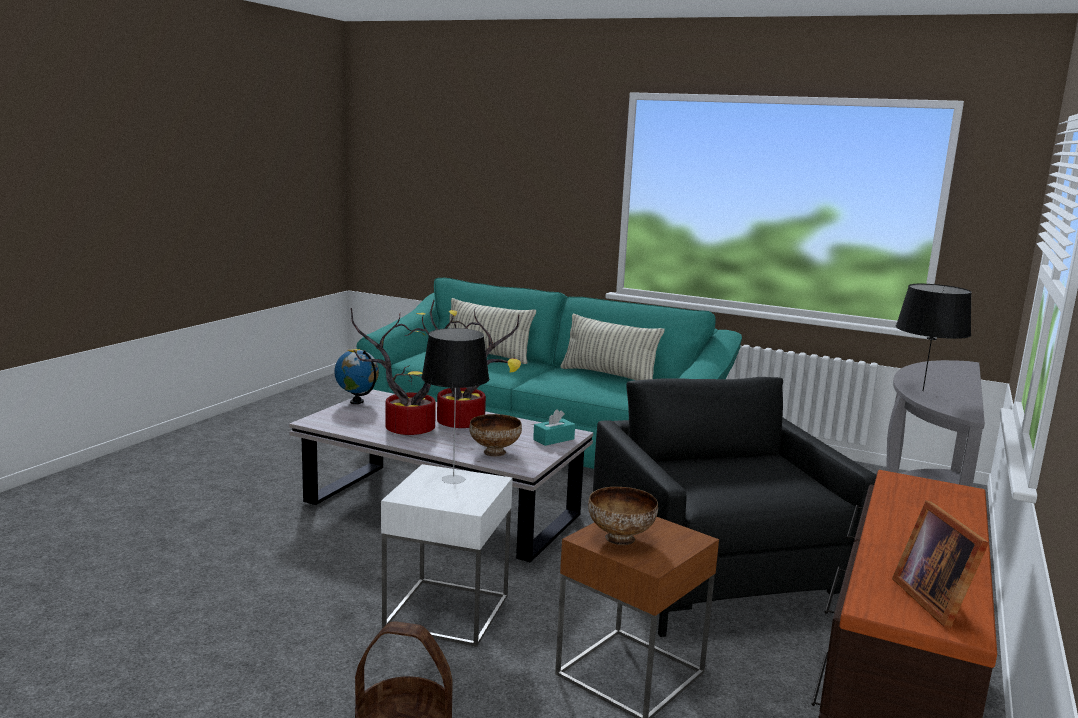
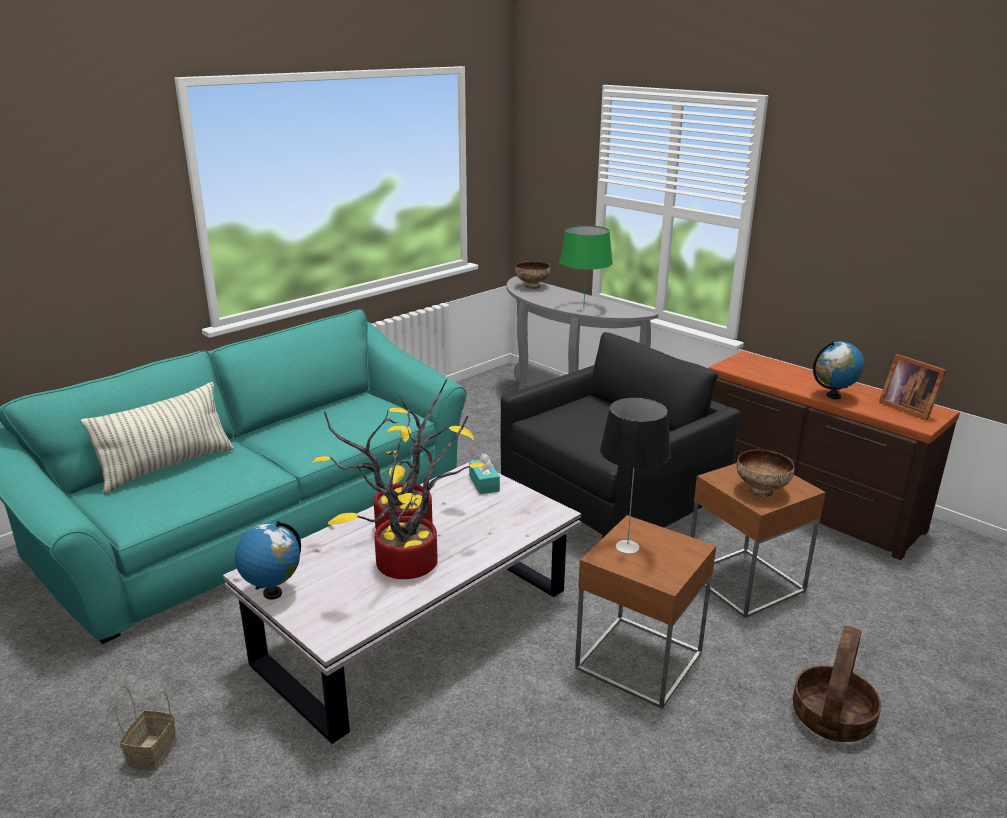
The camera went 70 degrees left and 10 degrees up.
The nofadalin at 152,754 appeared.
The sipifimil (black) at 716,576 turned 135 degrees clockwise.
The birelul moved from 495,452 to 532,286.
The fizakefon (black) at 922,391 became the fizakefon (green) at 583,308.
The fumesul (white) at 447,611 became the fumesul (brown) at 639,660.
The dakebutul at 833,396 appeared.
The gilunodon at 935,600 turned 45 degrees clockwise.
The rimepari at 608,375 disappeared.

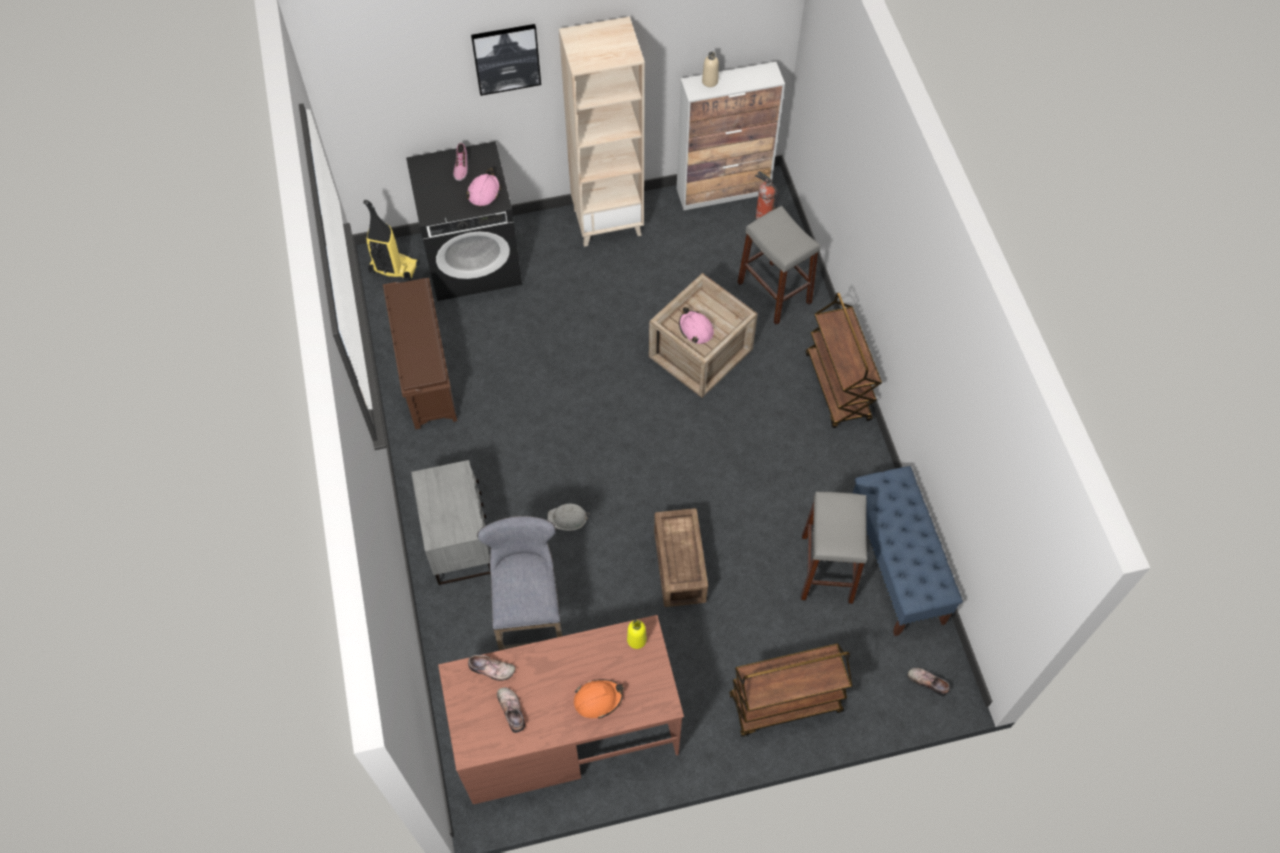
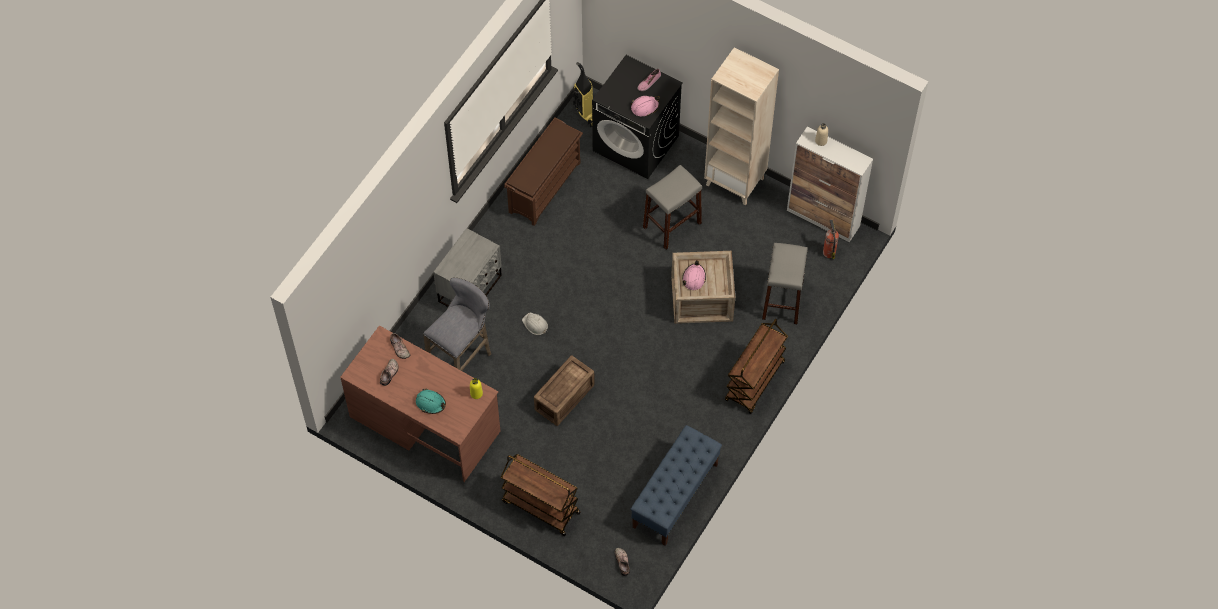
The camera went 45 degrees right and 0 degrees up.
The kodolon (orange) at 598,699 became the kodolon (turquoise) at 430,403.
The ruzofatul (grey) moved from 827,568 to 672,225.
The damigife at 506,58 disappeared.

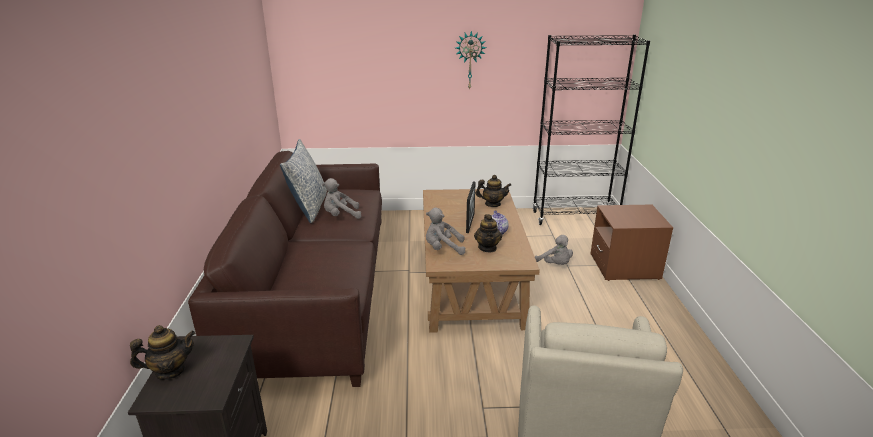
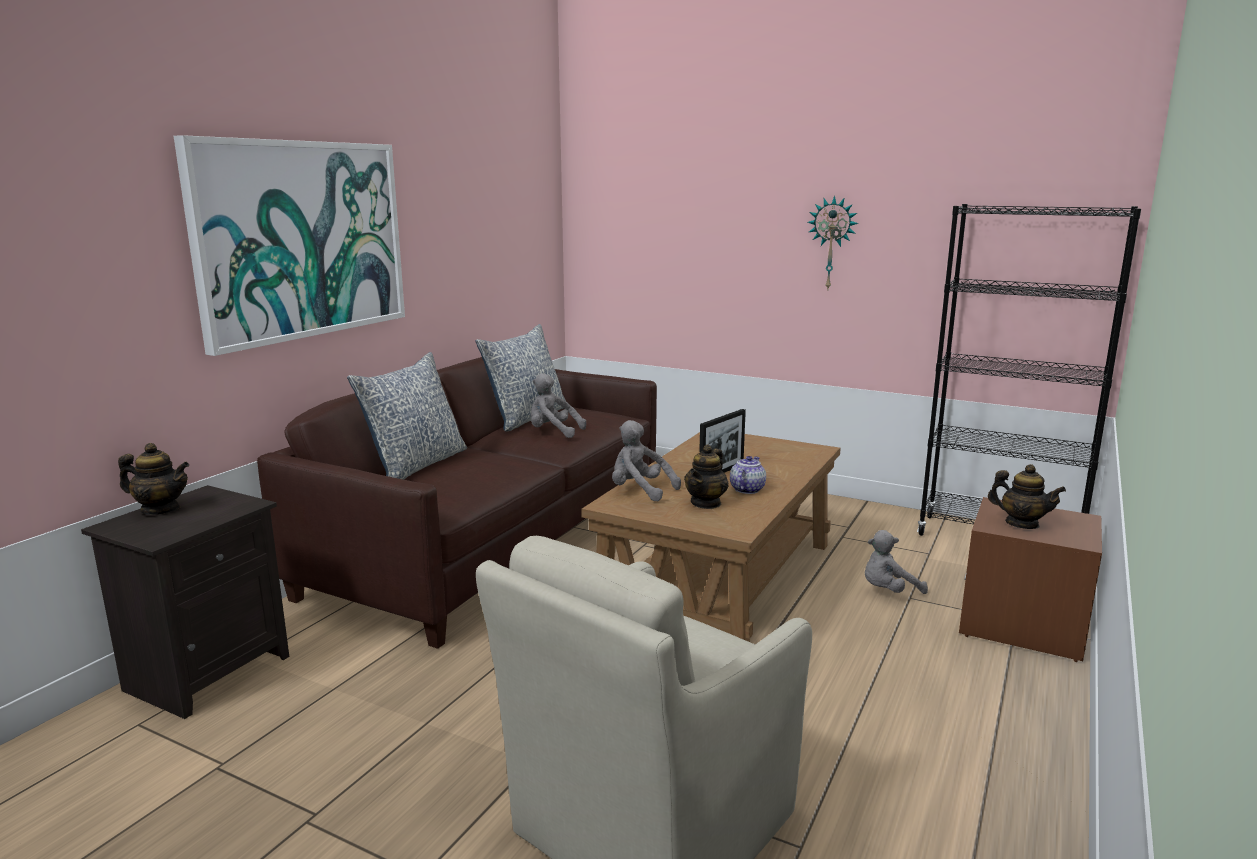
The camera went 30 degrees right and 10 degrees down.
The damigife at 302,240 appeared.
The rimepari at 416,465 appeared.
The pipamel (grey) at 555,264 turned 75 degrees clockwise.
The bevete moved from 492,204 to 1021,524.

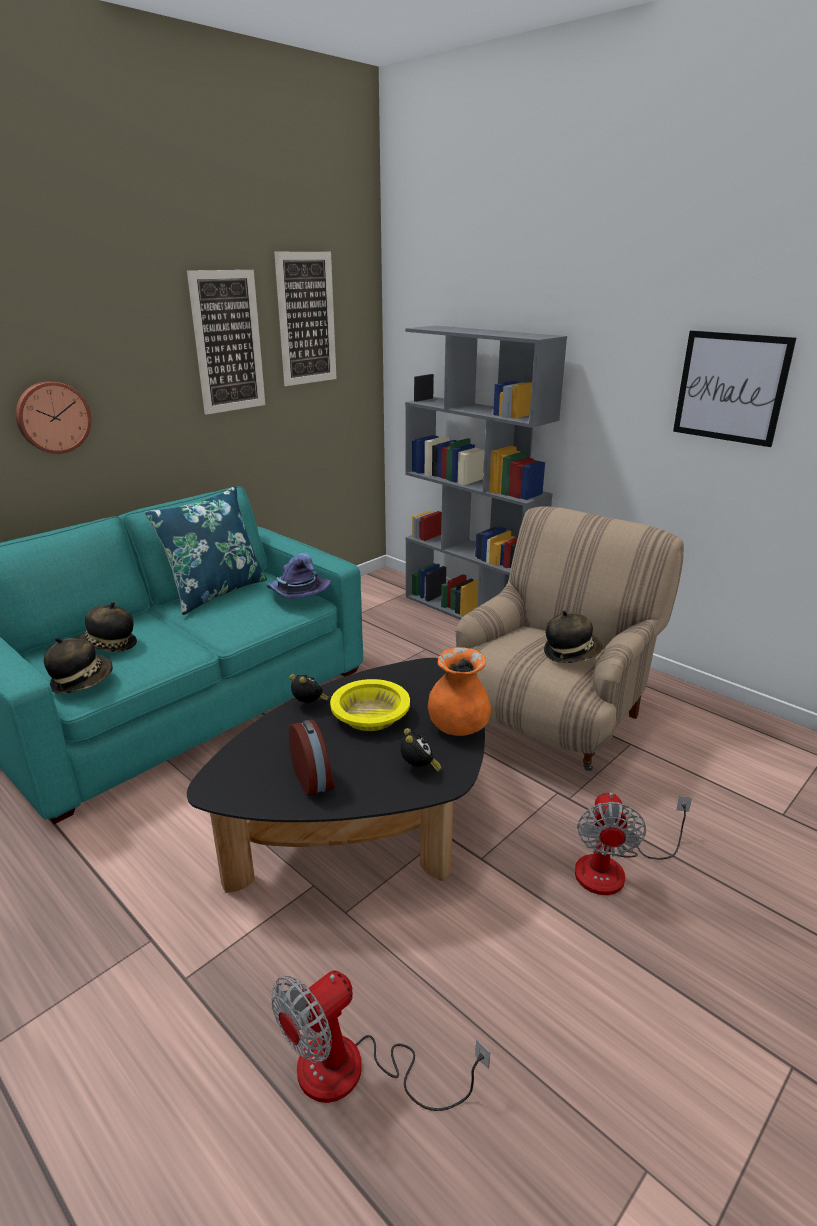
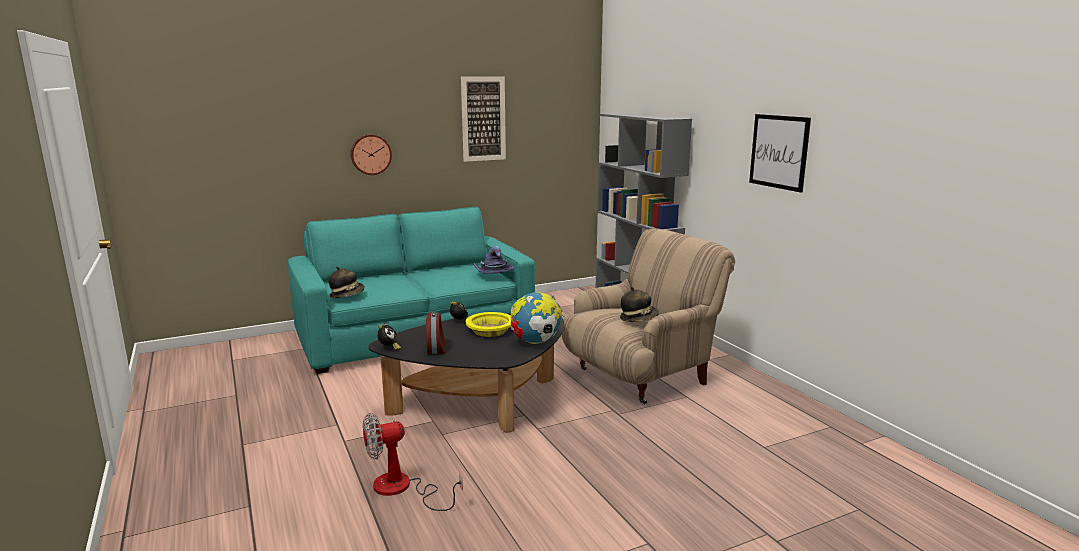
The camera went 20 degrees right and 10 degrees down.
The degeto moved from 419,768 to 389,348.
The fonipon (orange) at 458,728 was replaced by the dakebutul at 536,342.
The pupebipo at 108,647 disappeared.
The rimepari (blue) at 215,592 disappeared.
The damigife at 306,319 disappeared.
The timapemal at 614,868 disappeared.

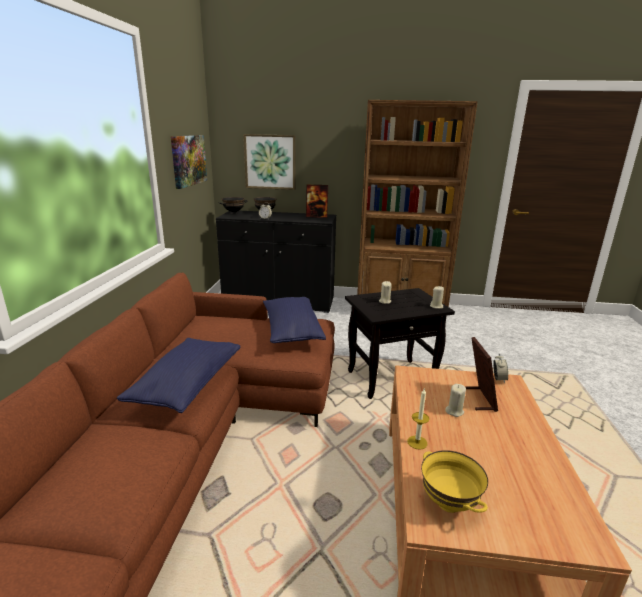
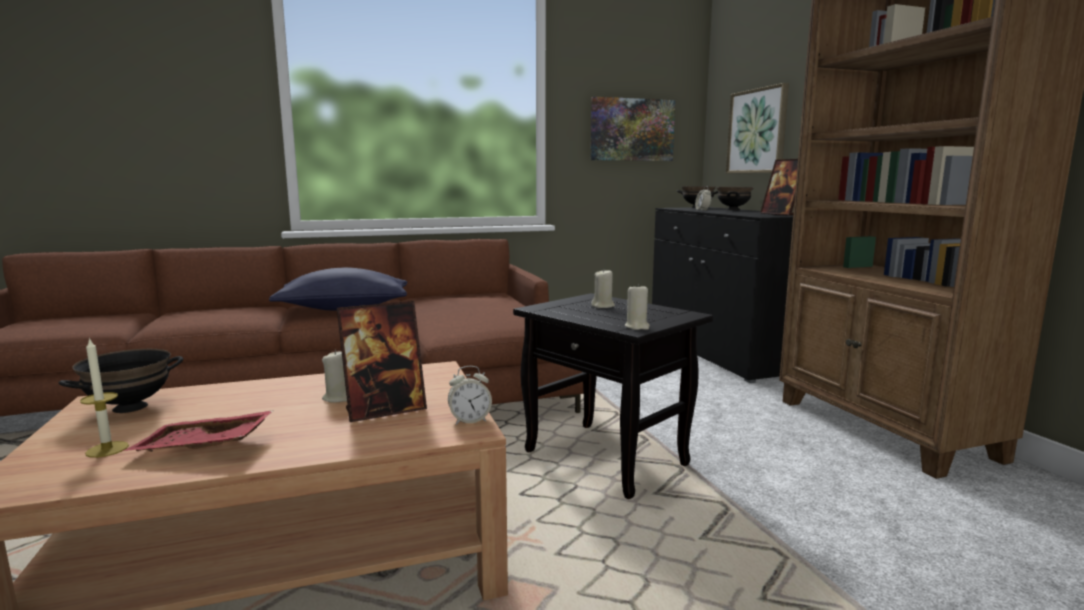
The camera went 65 degrees right and 10 degrees down.
The birelul (yellow) at 449,503 became the birelul (black) at 130,408.
The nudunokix moved from 417,442 to 107,449.
The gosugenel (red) at 203,447 appeared.
The rimepari (blue) at 291,331 disappeared.

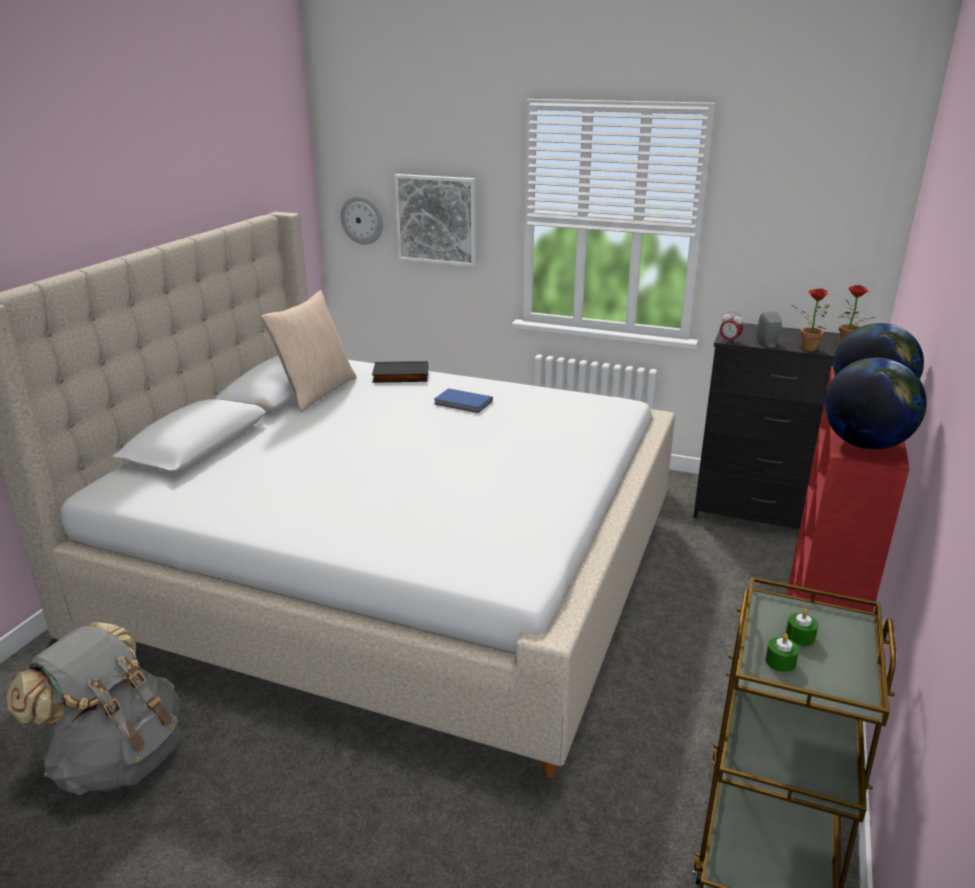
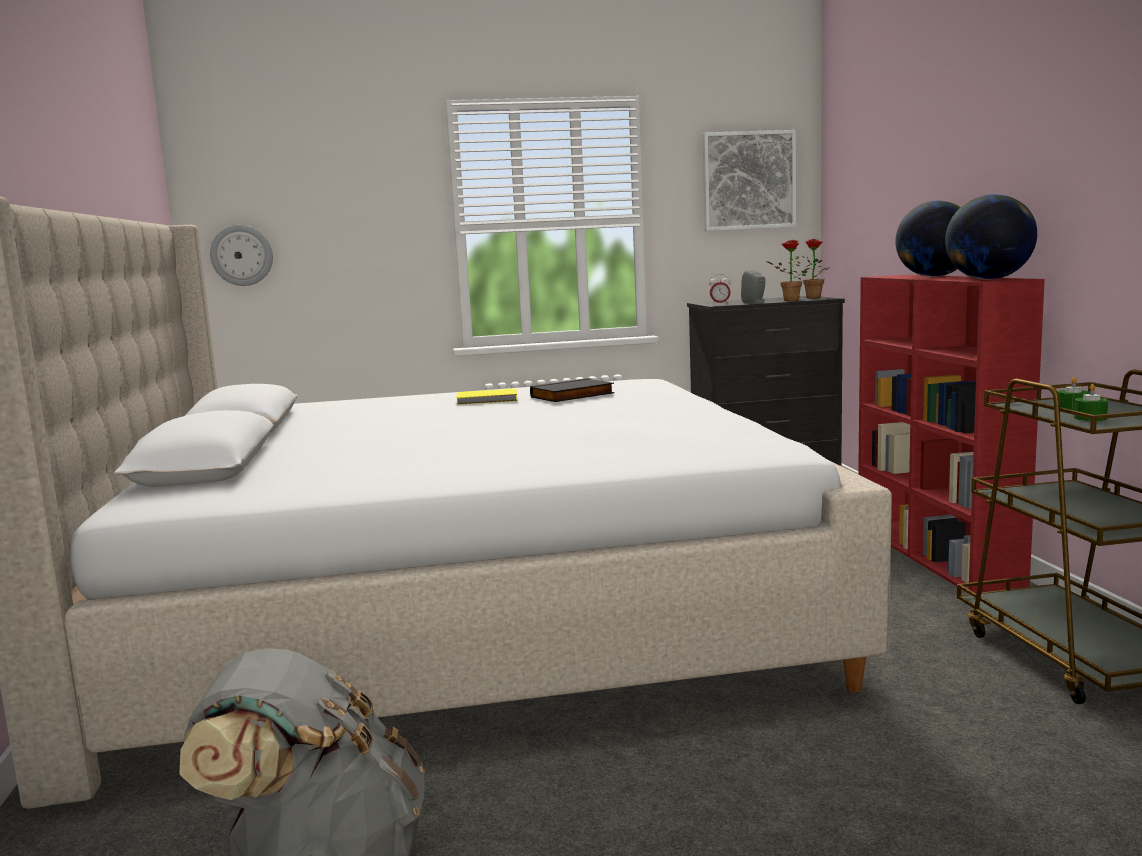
The camera went 30 degrees left and 15 degrees down.
The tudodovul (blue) at 463,403 became the tudodovul (yellow) at 488,400.
The tudodovul (black) moved from 400,376 to 573,395.
The damigife moved from 436,220 to 748,181.
The rimepari (beige) at 316,392 disappeared.

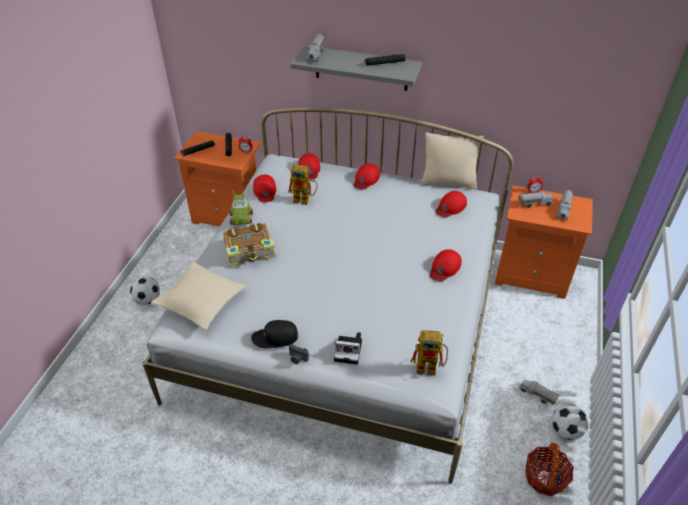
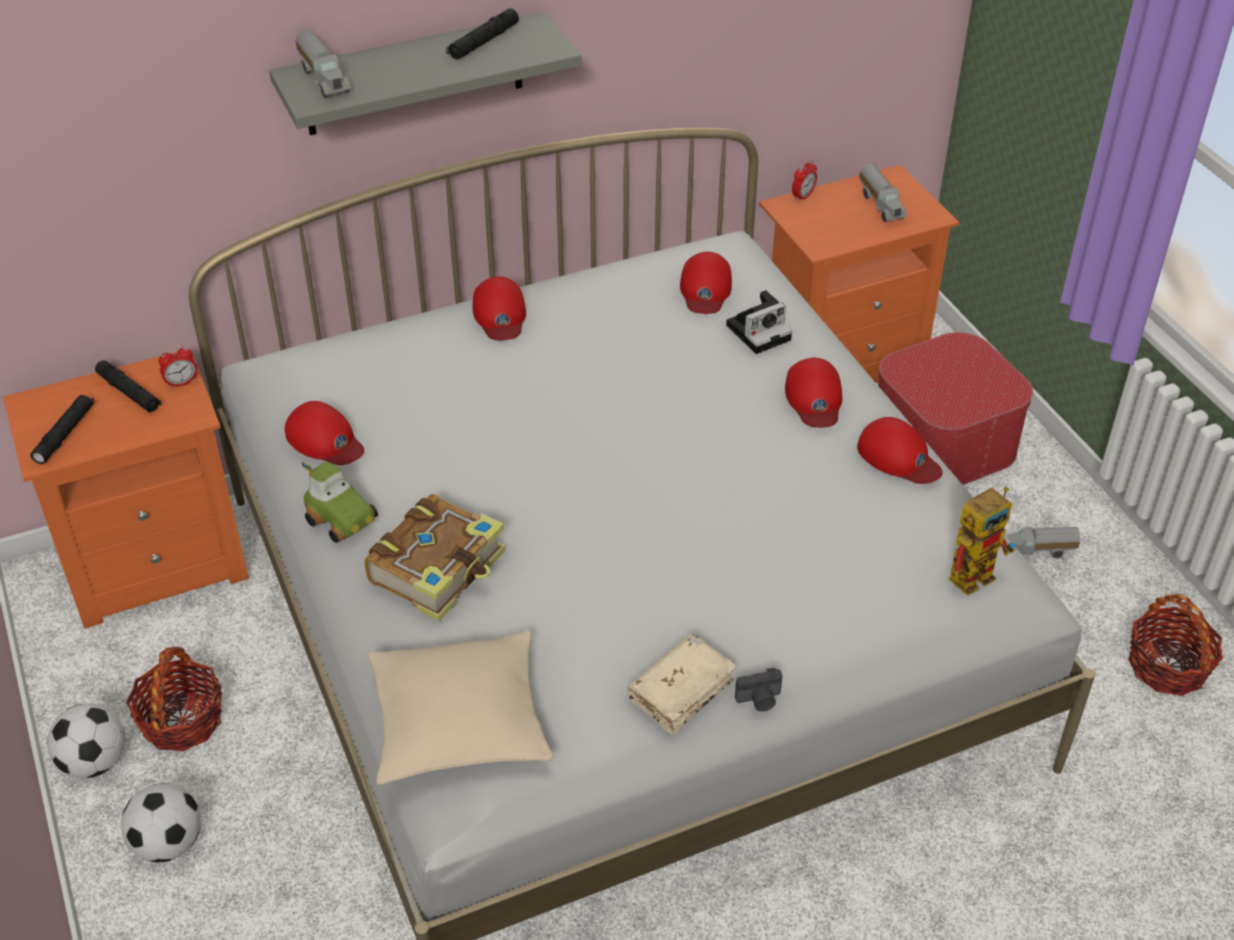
The camera went 40 degrees left and 0 degrees up.
The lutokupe moved from 566,431 to 95,762.
The nofadalin at 182,720 appeared.
The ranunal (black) at 275,338 was replaced by the tudodovul (beige) at 681,691.
The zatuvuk moved from 349,350 to 760,331.
The ranunal (red) moved from 309,169 to 898,457.
The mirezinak at 944,441 appeared.
The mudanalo at 305,200 disappeared.
The rimepari (beige) at 448,182 disappeared.
The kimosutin at 534,203 disappeared.

